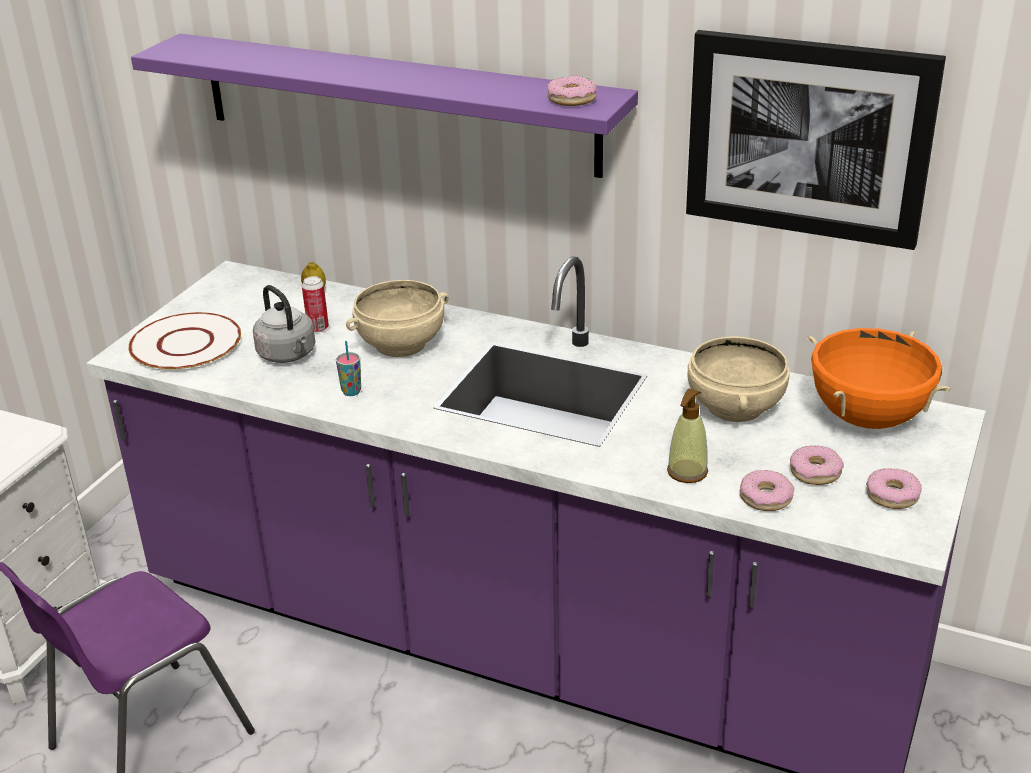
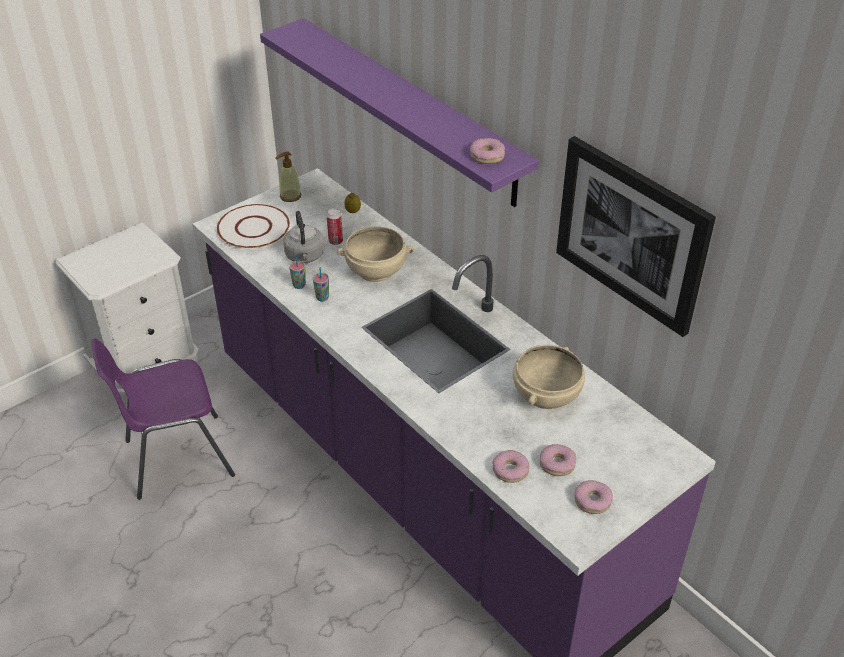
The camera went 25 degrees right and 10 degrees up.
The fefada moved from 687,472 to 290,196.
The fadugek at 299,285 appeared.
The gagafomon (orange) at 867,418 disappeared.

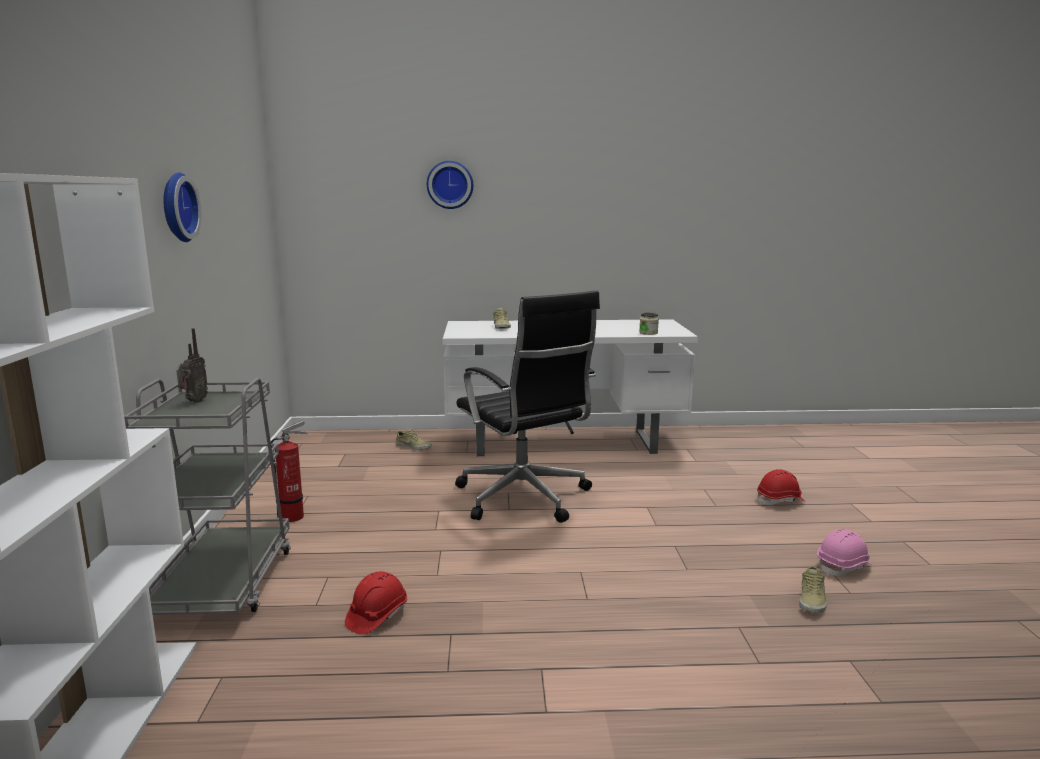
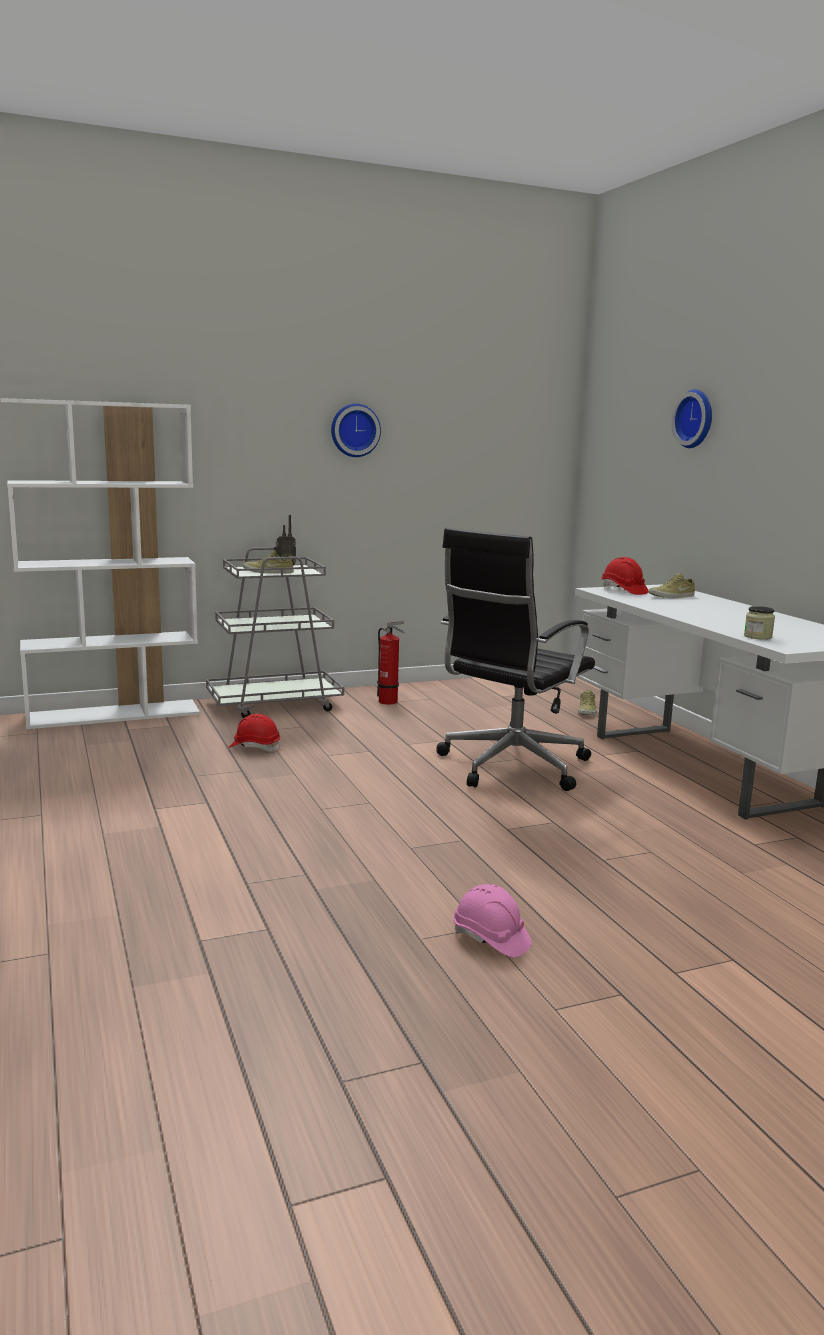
The camera went 70 degrees right and 0 degrees up.
The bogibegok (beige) moved from 813,600 to 268,572.
The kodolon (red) moved from 780,501 to 623,591.

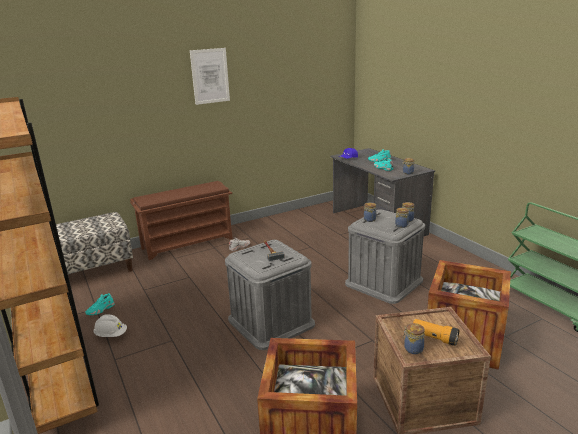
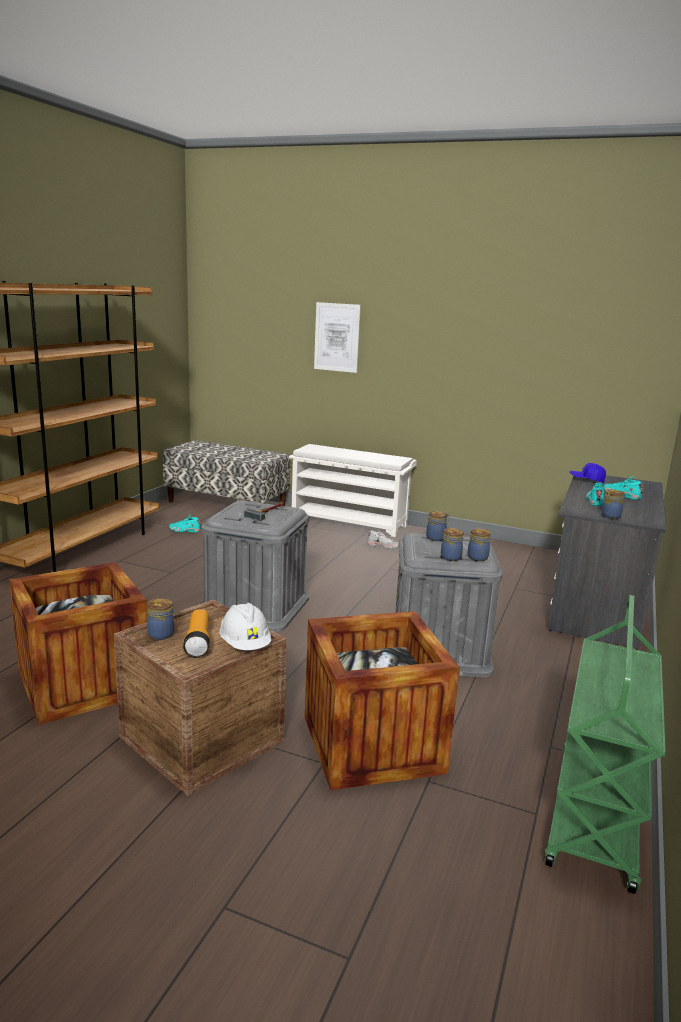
The camera went 50 degrees right and 5 degrees down.
The kodolon (white) moved from 111,335 to 245,645.
The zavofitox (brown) at 188,243 became the zavofitox (white) at 350,522.
The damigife moved from 210,76 to 337,337.

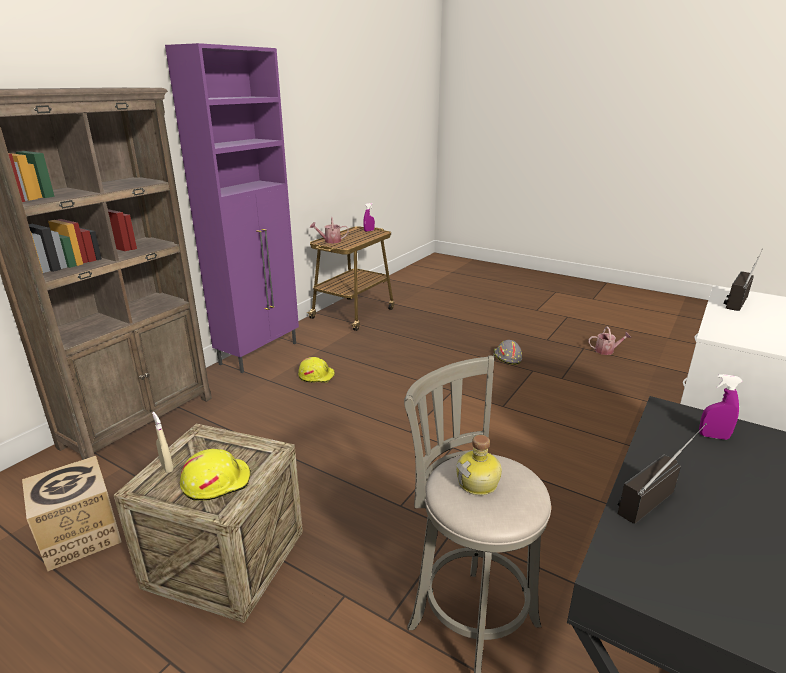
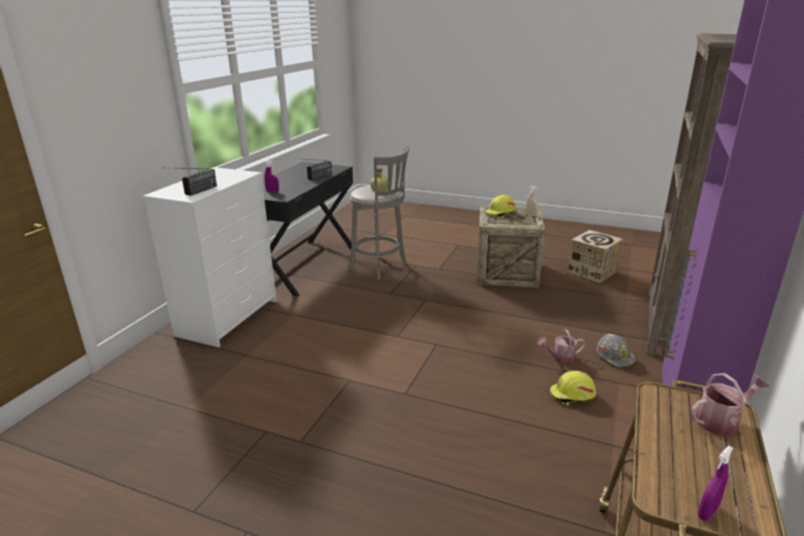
The camera went 170 degrees right and 0 degrees up.
The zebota moved from 607,351 to 560,358.
The kodolon (grey) moved from 506,358 to 615,357.

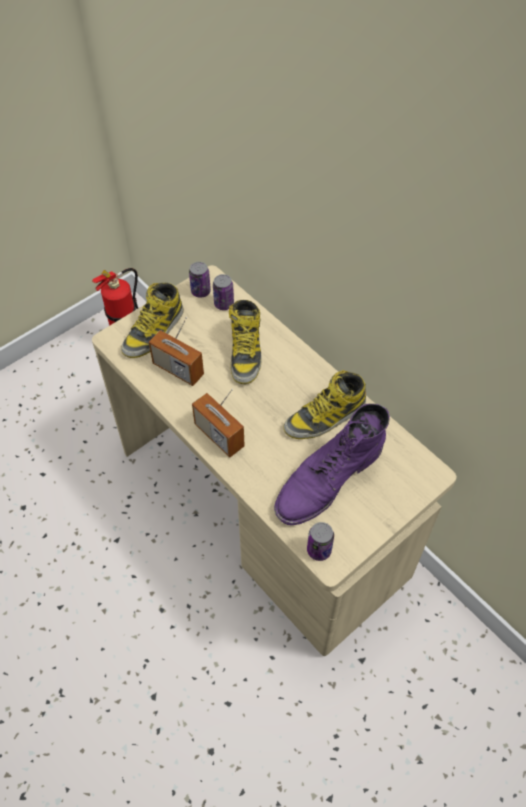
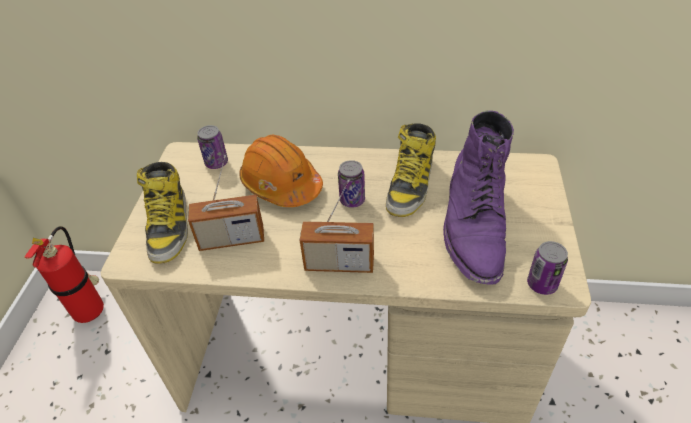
The camera went 40 degrees left and 10 degrees down.
The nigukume at 245,352 was replaced by the kodolon (orange) at 281,184.
The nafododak moved from 200,291 to 352,200.

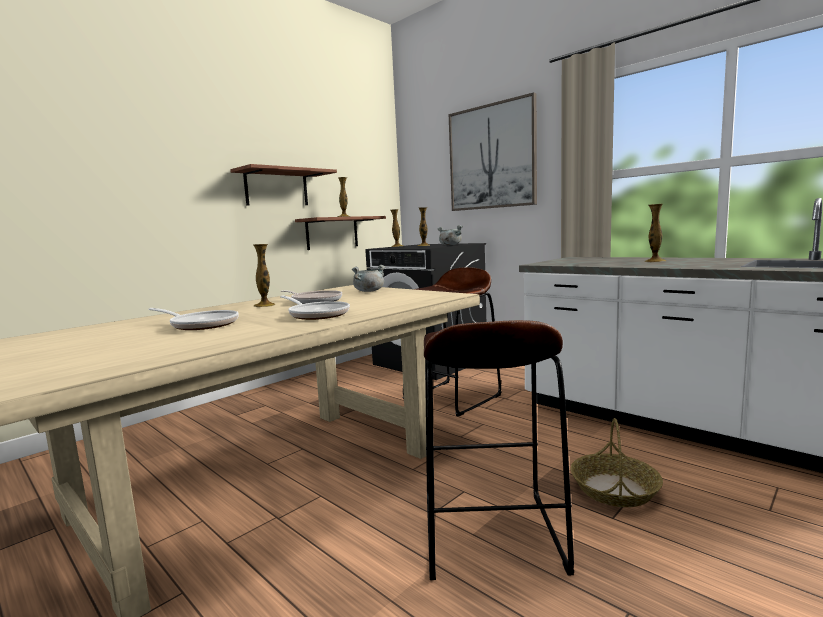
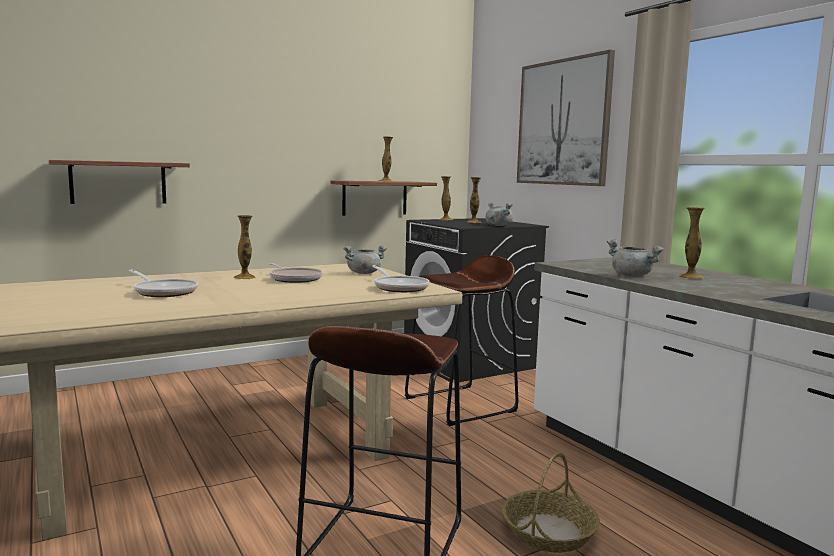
The camera went 15 degrees right and 0 degrees up.
The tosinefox moved from 276,188 to 118,182.
The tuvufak moved from 316,314 to 399,287.
The gagafomon (grey) at 632,275 appeared.

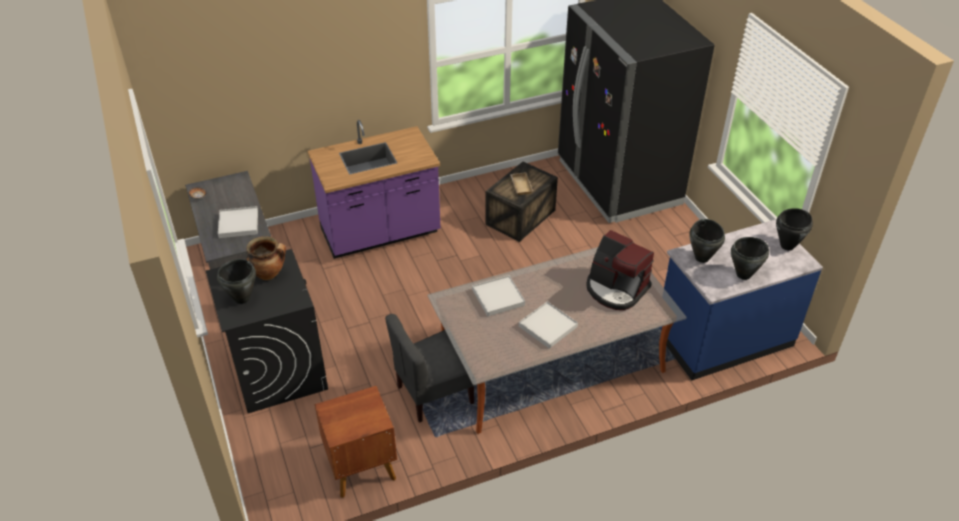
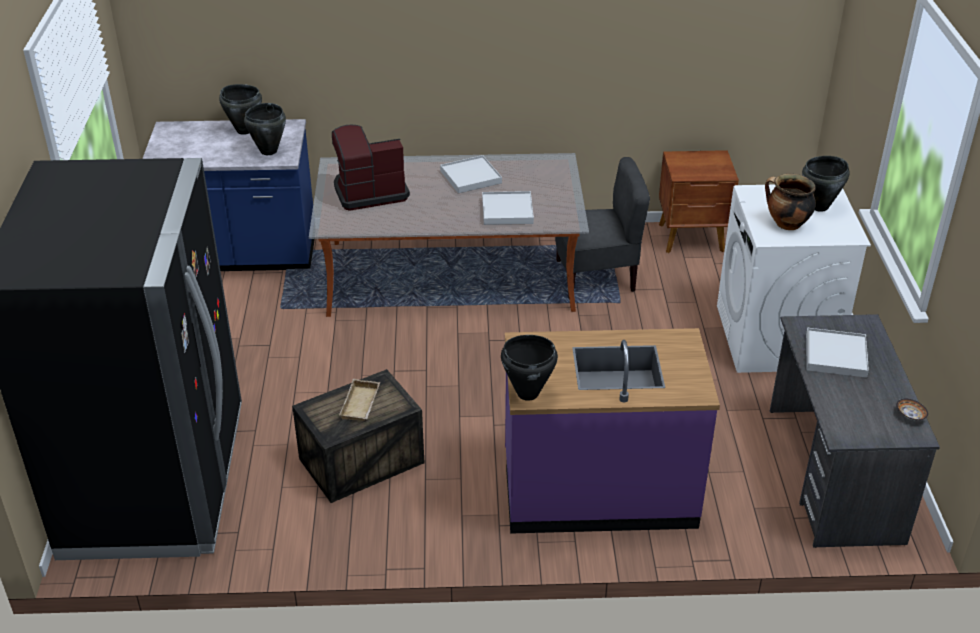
The camera went 160 degrees left and 5 degrees down.
The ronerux at 616,289 turned 75 degrees counterclockwise.
The gagafomon (black) moved from 787,246 to 527,393.
The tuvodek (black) at 278,370 became the tuvodek (white) at 776,338.

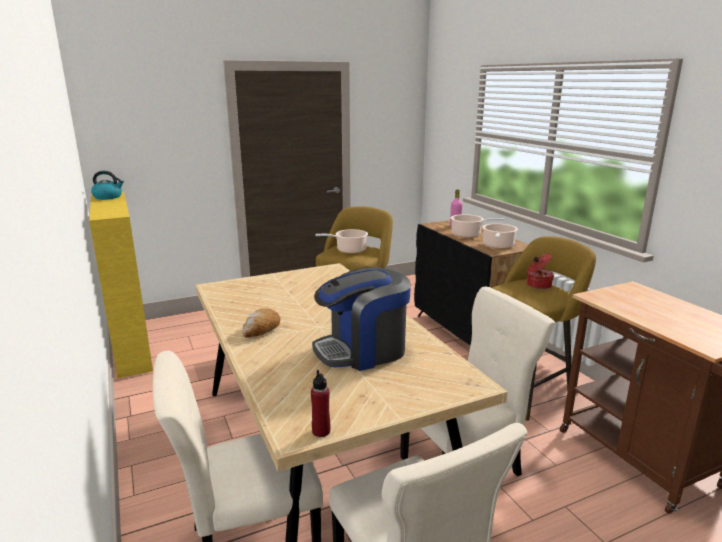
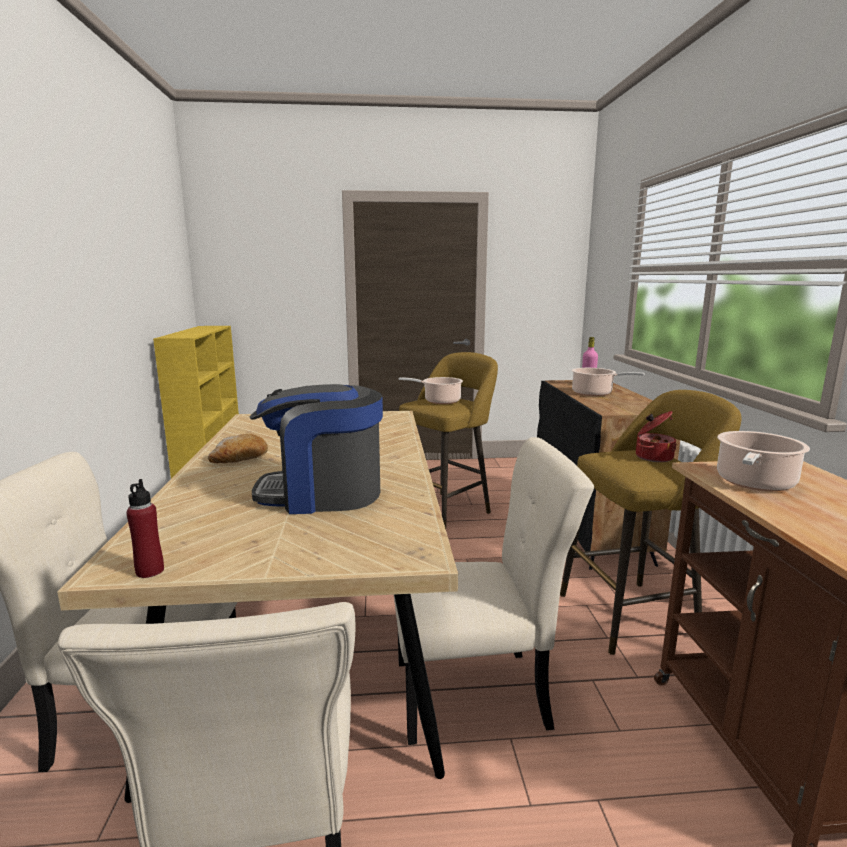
The camera went 20 degrees right and 5 degrees down.
The gagafomon moved from 498,246 to 754,483.
The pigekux at 108,197 disappeared.

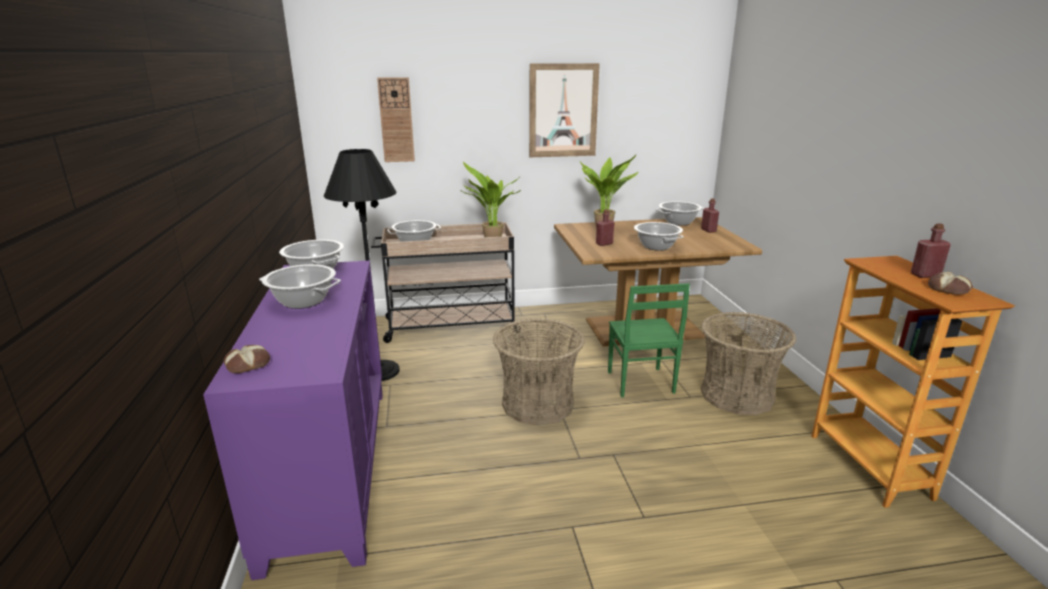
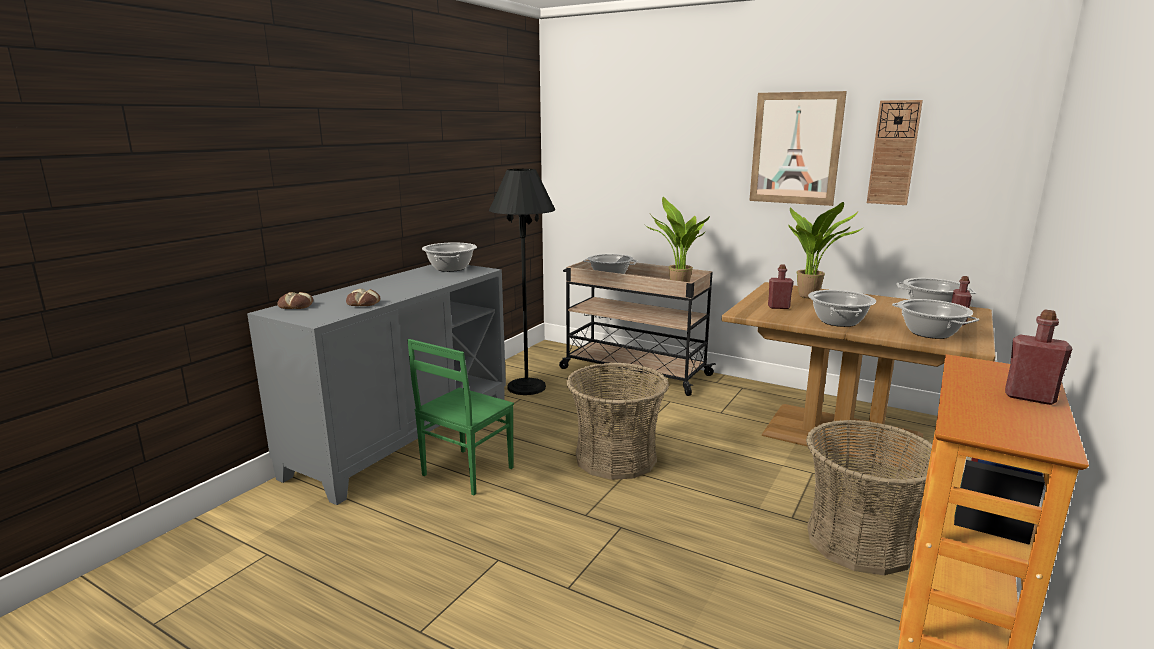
The camera went 40 degrees right and 5 degrees down.
The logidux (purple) at 329,467 became the logidux (grey) at 403,437.
The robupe moved from 949,289 to 363,303.
The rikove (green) moved from 640,383 to 466,472.
The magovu moved from 396,120 to 893,153.
The gagafomon moved from 302,301 to 929,333.

